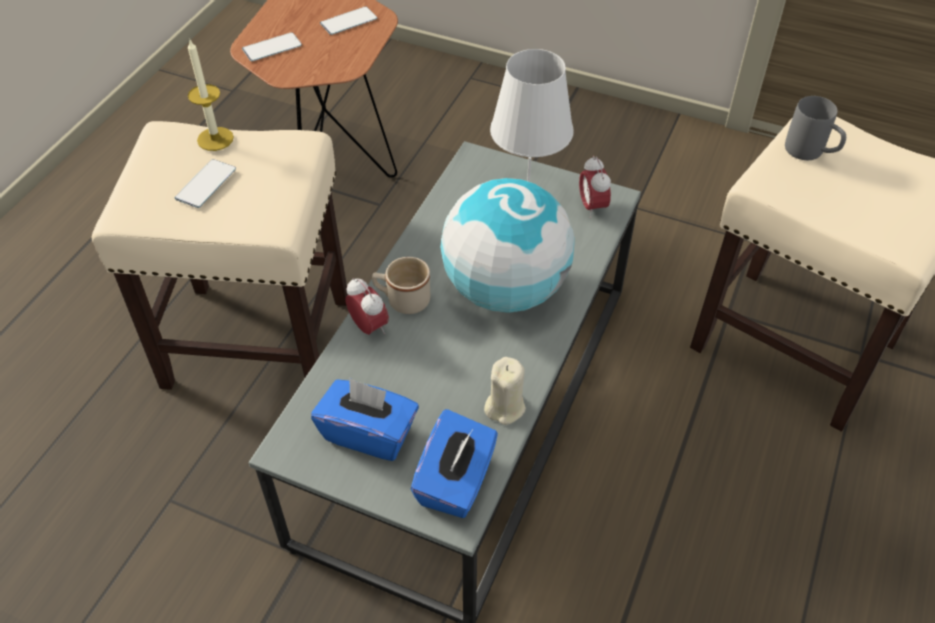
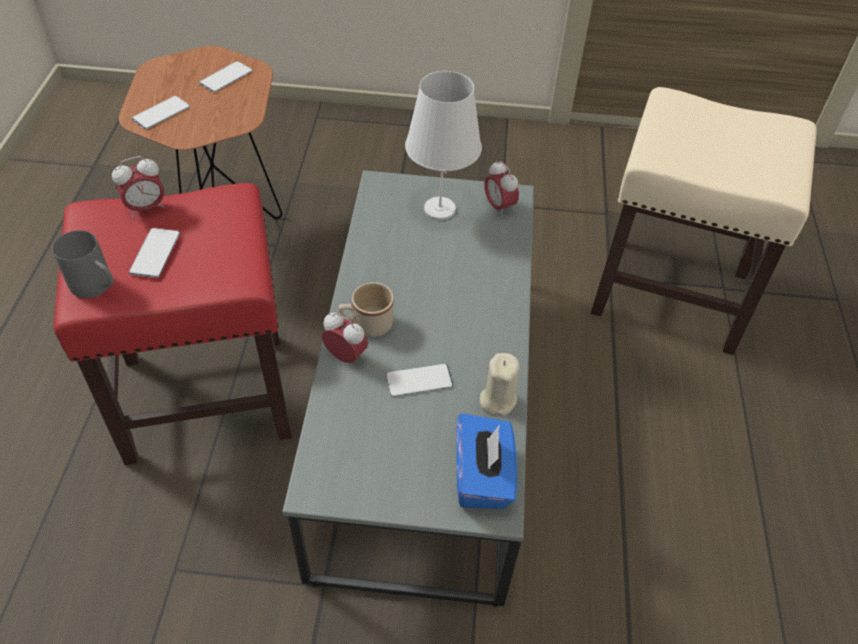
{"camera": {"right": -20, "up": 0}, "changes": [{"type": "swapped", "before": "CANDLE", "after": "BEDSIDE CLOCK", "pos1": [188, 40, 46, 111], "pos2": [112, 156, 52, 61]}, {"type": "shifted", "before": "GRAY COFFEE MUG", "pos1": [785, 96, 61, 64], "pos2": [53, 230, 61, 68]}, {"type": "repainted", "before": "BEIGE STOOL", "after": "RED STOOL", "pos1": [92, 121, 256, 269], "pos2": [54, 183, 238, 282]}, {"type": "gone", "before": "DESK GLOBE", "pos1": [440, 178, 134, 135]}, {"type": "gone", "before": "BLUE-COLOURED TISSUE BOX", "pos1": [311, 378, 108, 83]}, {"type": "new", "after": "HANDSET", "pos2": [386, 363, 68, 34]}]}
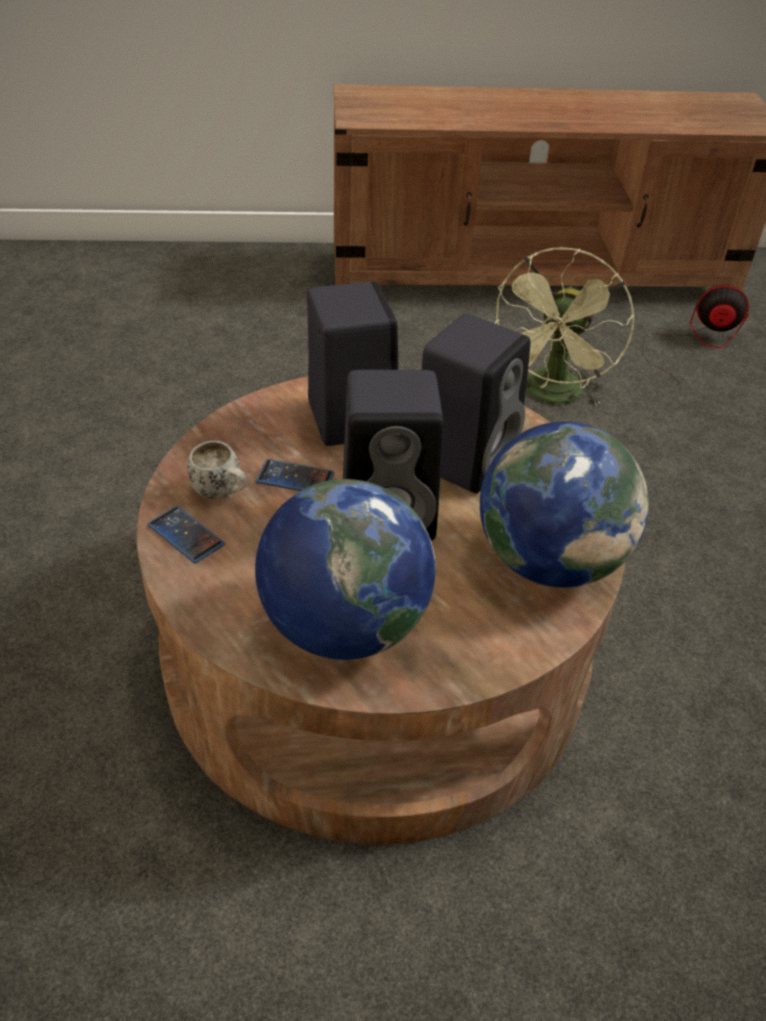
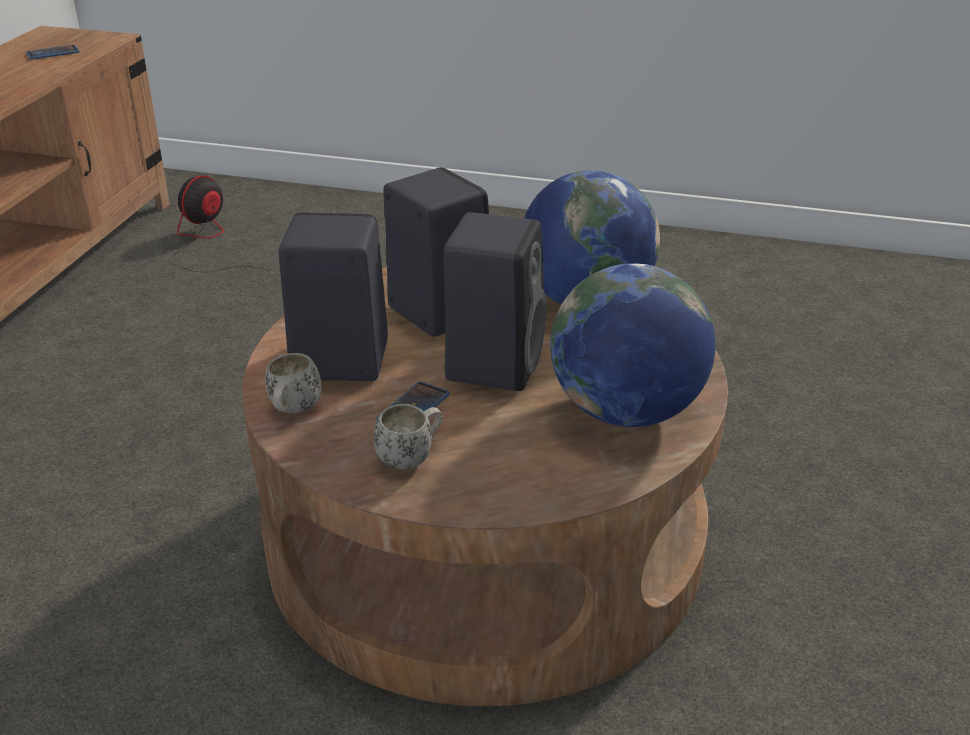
{"camera": {"right": -70, "up": -10}, "changes": [{"type": "gone", "before": "GREEN FAN", "pos1": [495, 247, 140, 159]}, {"type": "shifted", "before": "HANDSET", "pos1": [147, 506, 78, 58], "pos2": [26, 45, 54, 15]}, {"type": "new", "after": "WHITE COFFEE MUG", "pos2": [265, 353, 57, 60]}]}
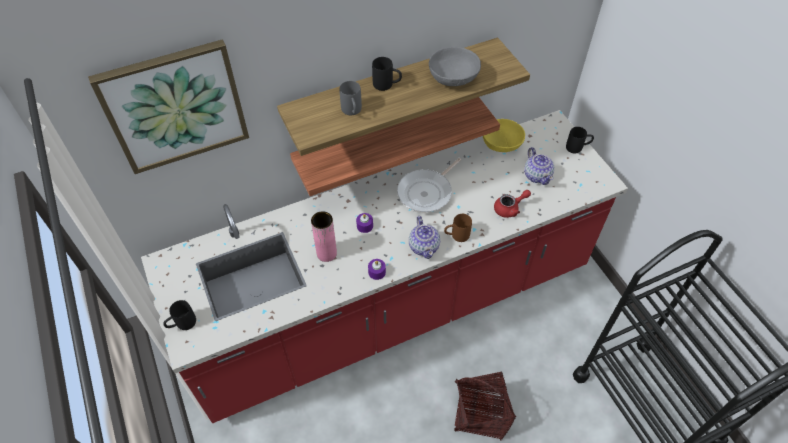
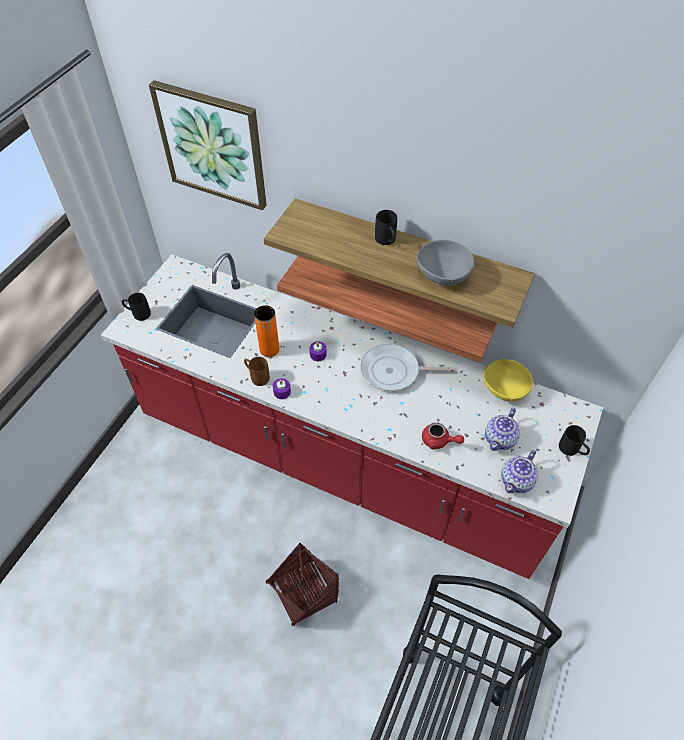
{"camera": {"right": 50, "up": 0}, "changes": [{"type": "gone", "before": "GRAY COFFEE MUG", "pos1": [339, 81, 23, 34]}, {"type": "repainted", "before": "PINK FLOWER VASE", "after": "ORANGE-COLOURED FLOWER VASE", "pos1": [311, 211, 26, 51], "pos2": [254, 305, 25, 52]}, {"type": "shifted", "before": "BROWN-COLOURED COFFEE MUG", "pos1": [444, 214, 28, 28], "pos2": [244, 357, 26, 29]}, {"type": "shifted", "before": "TEA POT", "pos1": [409, 216, 31, 43], "pos2": [501, 450, 37, 43]}]}
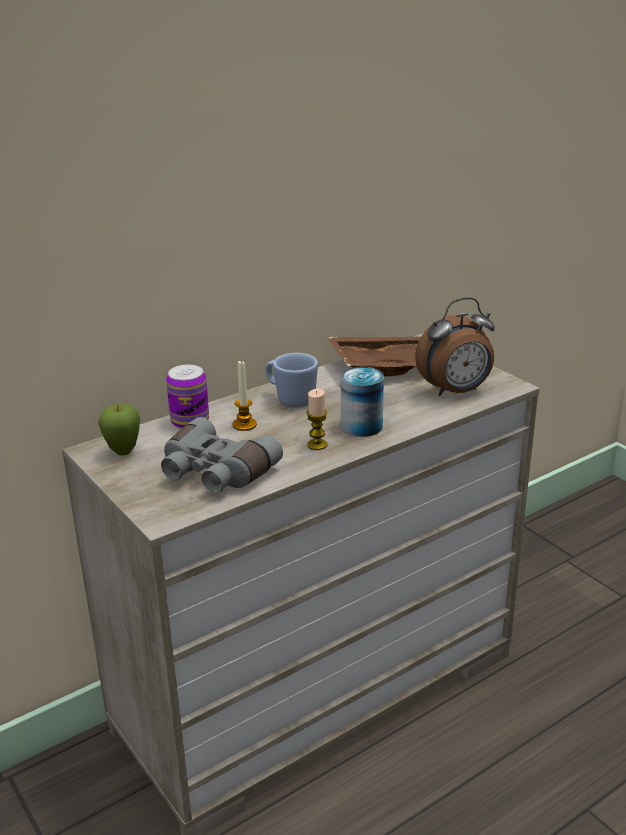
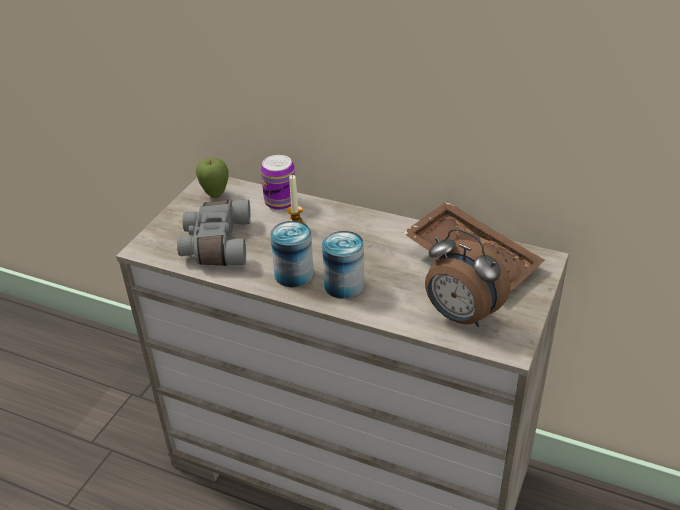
{"camera": {"right": 60, "up": 10}, "changes": [{"type": "gone", "before": "BLUE-COLOURED COFFEE MUG", "pos1": [266, 353, 52, 55]}, {"type": "swapped", "before": "CANDLE", "after": "METAL CAN", "pos1": [307, 389, 20, 61], "pos2": [270, 221, 44, 66]}]}
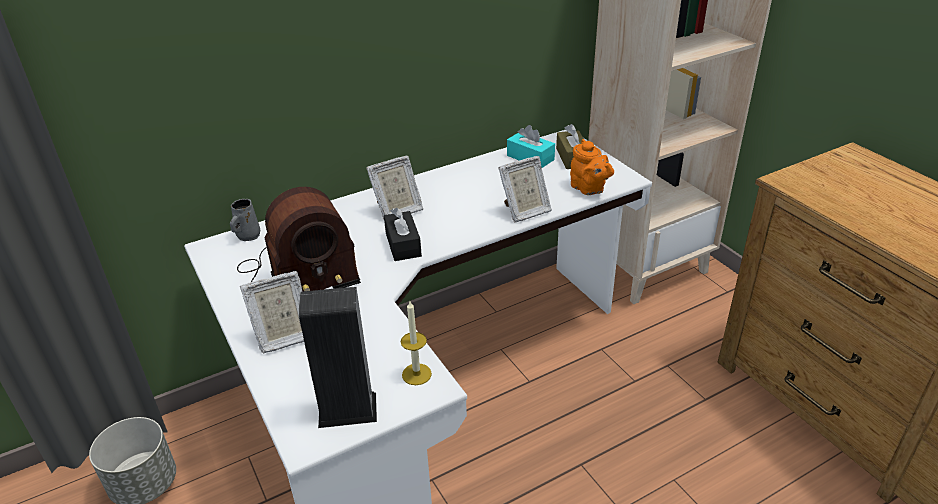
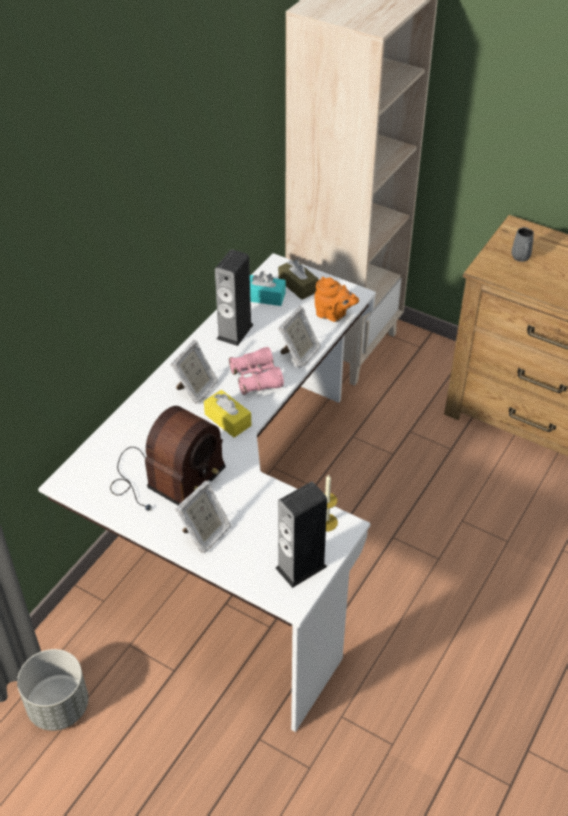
{"camera": {"right": -30, "up": 10}, "changes": [{"type": "shifted", "before": "GRAY COFFEE MUG", "pos1": [230, 199, 30, 42], "pos2": [512, 227, 22, 35]}, {"type": "repainted", "before": "BLACK TISSUE BOX", "after": "YELLOW TISSUE BOX", "pos1": [384, 208, 38, 53], "pos2": [204, 390, 47, 48]}, {"type": "new", "after": "SPEAKER", "pos2": [215, 249, 38, 97]}, {"type": "new", "after": "PINK FIELD GLASSES", "pos2": [229, 347, 55, 48]}]}
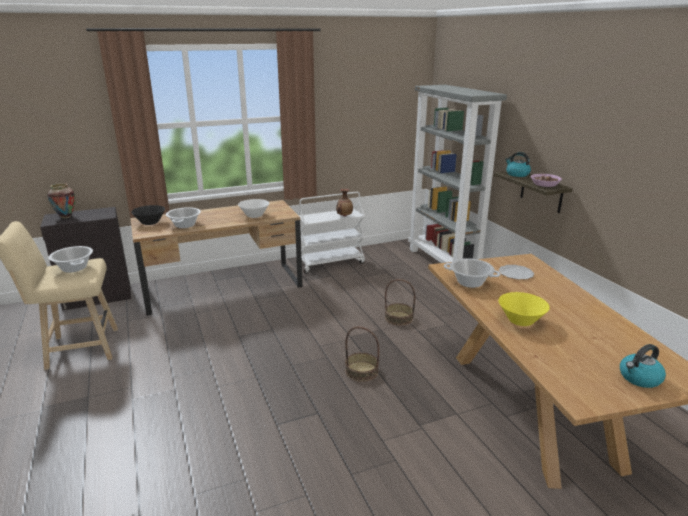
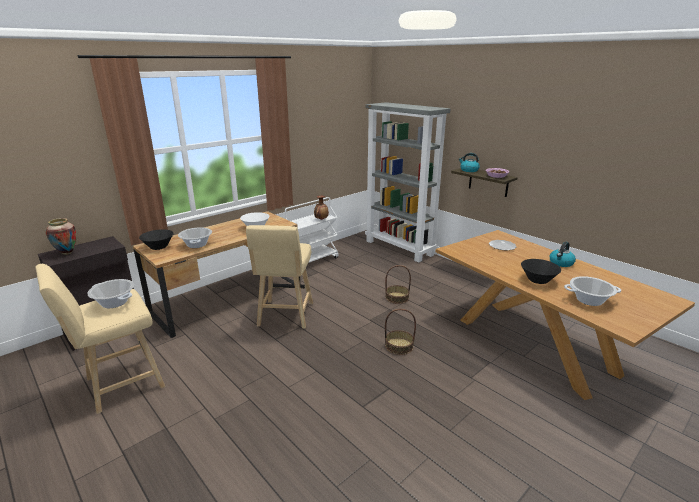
{"camera": {"right": -20, "up": 0}, "changes": [{"type": "shifted", "before": "STOCKPOT", "pos1": [444, 258, 57, 30], "pos2": [564, 276, 57, 30]}, {"type": "repainted", "before": "YELLOW DEEP DISH", "after": "BLACK DEEP DISH", "pos1": [498, 292, 52, 34], "pos2": [521, 259, 40, 25]}, {"type": "shifted", "before": "KETTLE", "pos1": [620, 344, 46, 44], "pos2": [549, 242, 27, 25]}, {"type": "new", "after": "BEIGE STOOL", "pos2": [246, 225, 67, 103]}]}
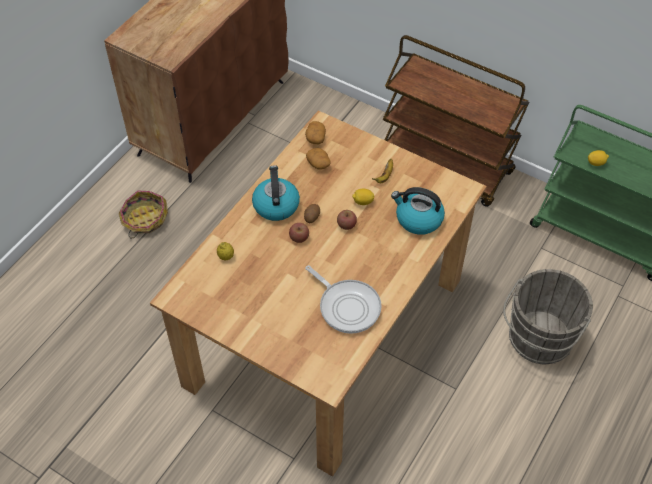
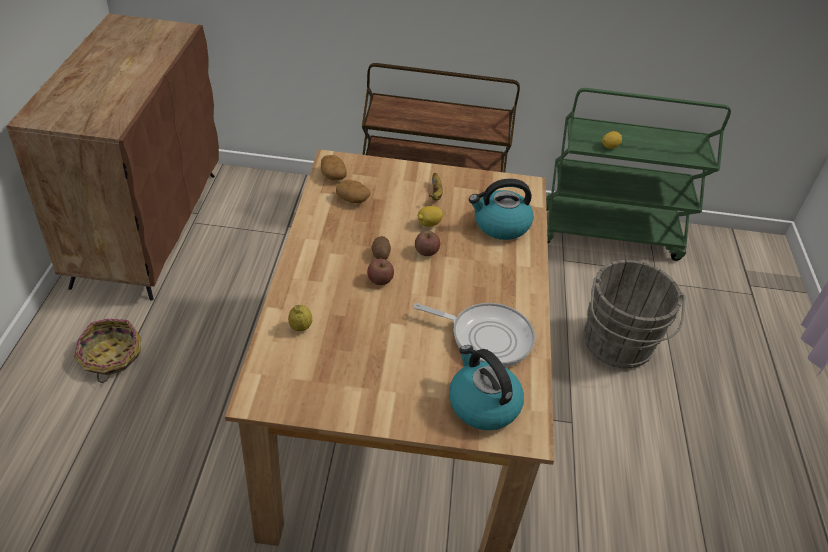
{"camera": {"right": -30, "up": -10}, "changes": [{"type": "shifted", "before": "KETTLE", "pos1": [252, 165, 48, 56], "pos2": [449, 345, 75, 85]}]}
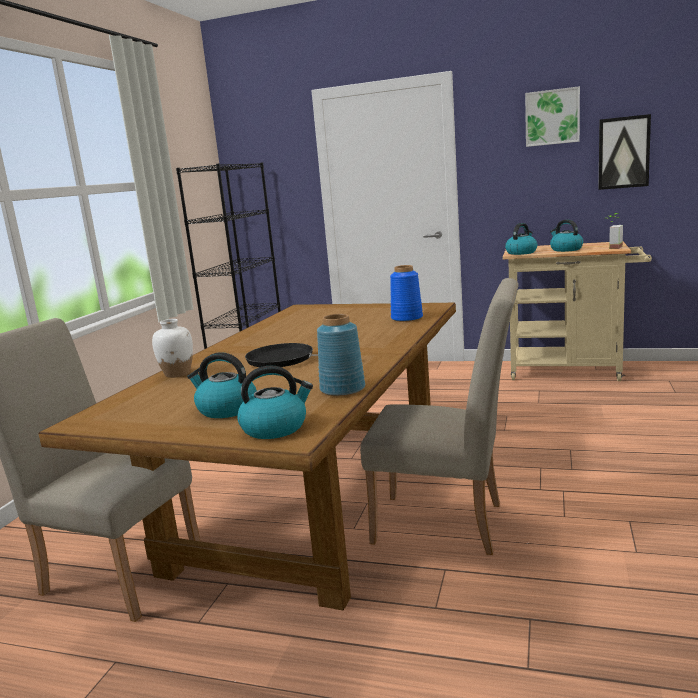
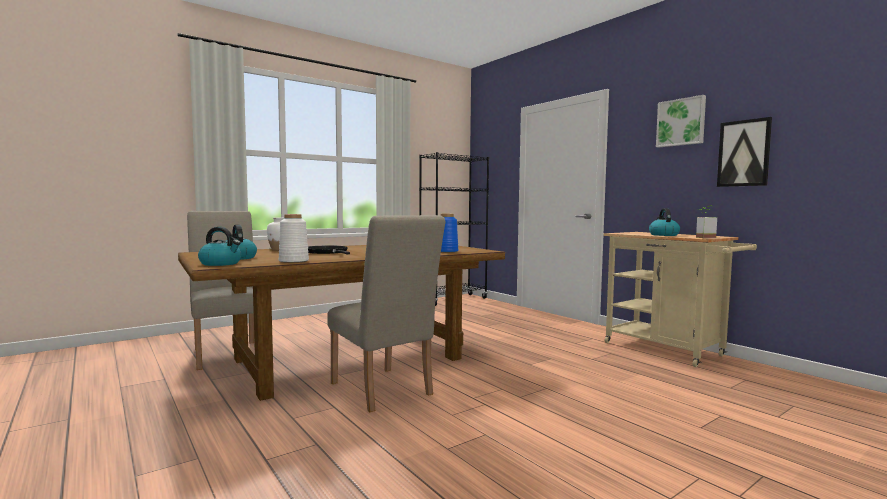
{"camera": {"right": 35, "up": -10}, "changes": [{"type": "gone", "before": "KETTLE", "pos1": [505, 223, 32, 32]}, {"type": "repainted", "before": "BLUE-COLOURED FLOWER VASE", "after": "WHITE FLOWER VASE", "pos1": [317, 314, 48, 82], "pos2": [279, 214, 30, 49]}]}
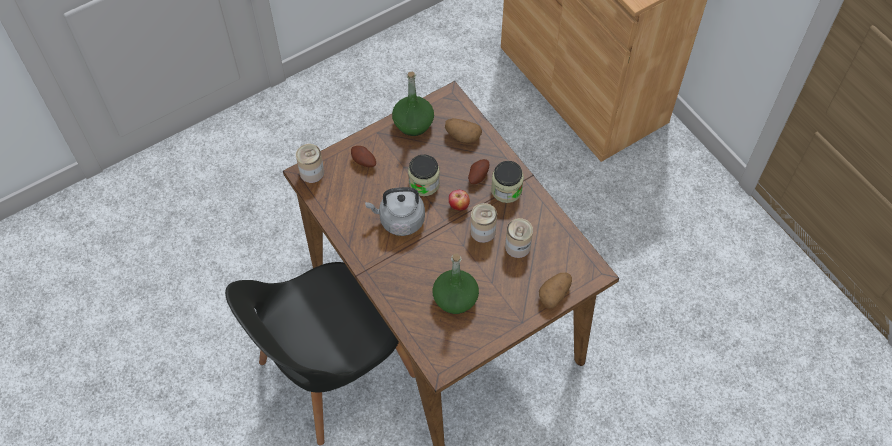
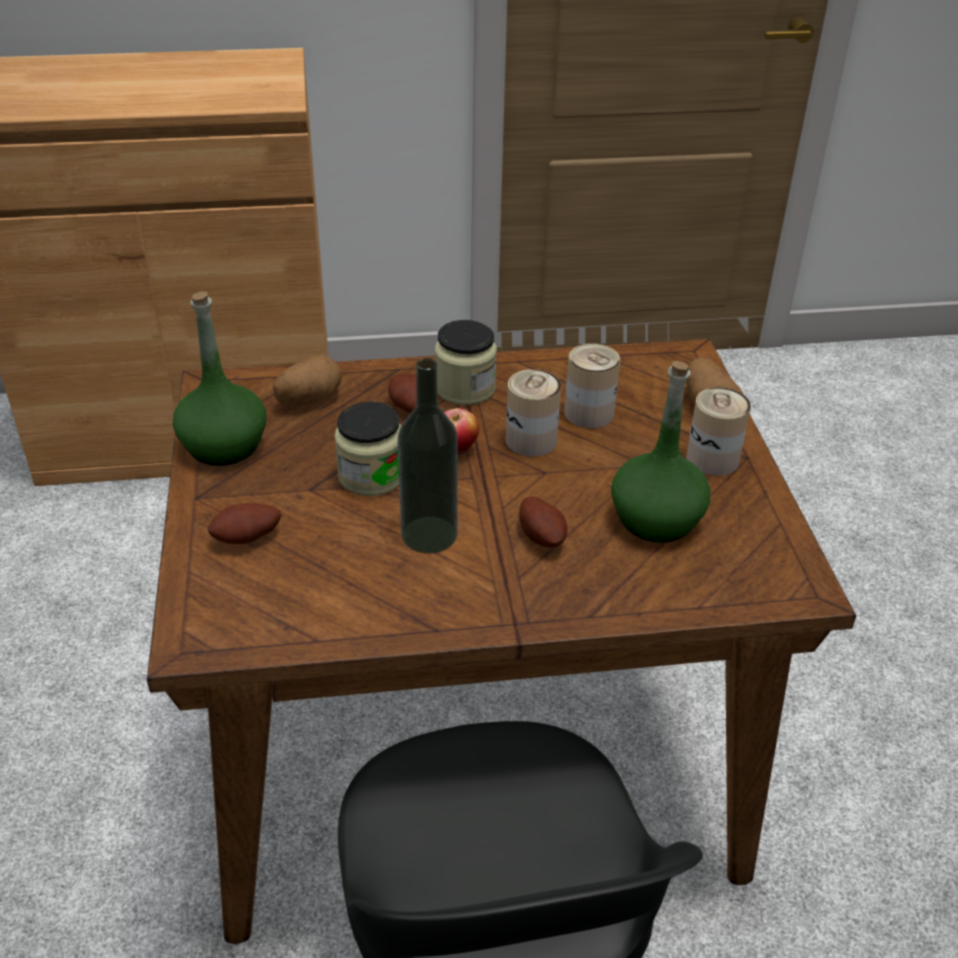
{"camera": {"right": -65, "up": -20}, "changes": [{"type": "shifted", "before": "METAL CAN", "pos1": [296, 144, 28, 39], "pos2": [686, 387, 65, 89]}, {"type": "swapped", "before": "GRAY KETTLE", "after": "BOTTLE", "pos1": [365, 187, 60, 49], "pos2": [398, 358, 60, 196]}, {"type": "new", "after": "POTATO", "pos2": [519, 496, 49, 52]}]}
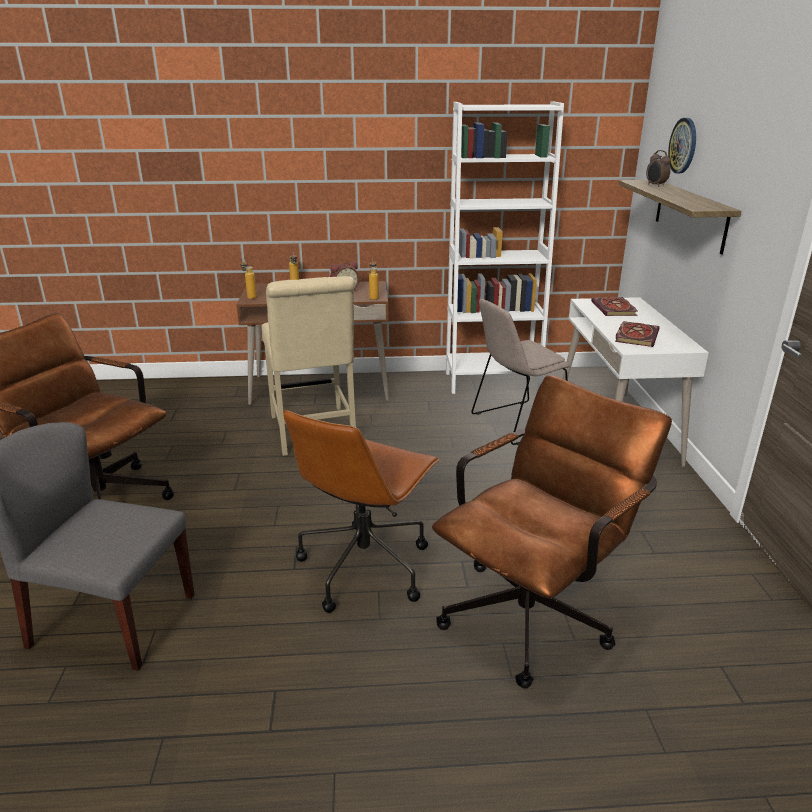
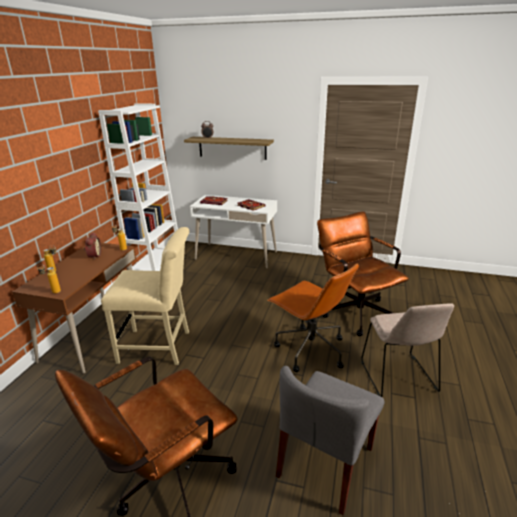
{"camera": {"right": -70, "up": 0}, "changes": [{"type": "gone", "before": "WALL CLOCK", "pos1": [668, 118, 28, 55]}, {"type": "shifted", "before": "BEIGE CHAIR", "pos1": [471, 299, 99, 146], "pos2": [361, 303, 93, 94]}]}
